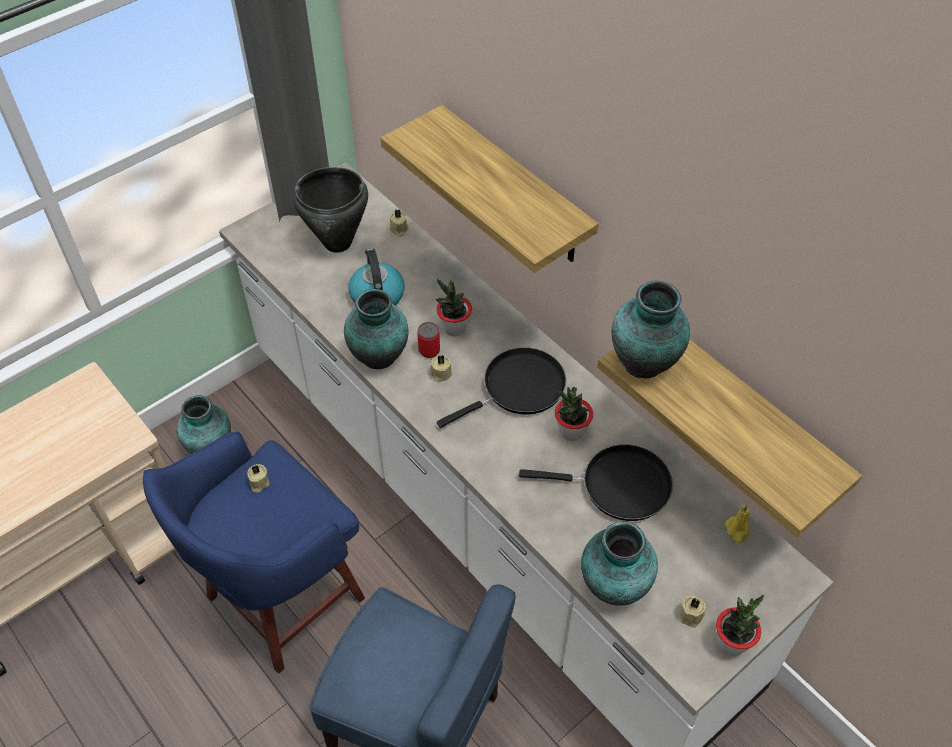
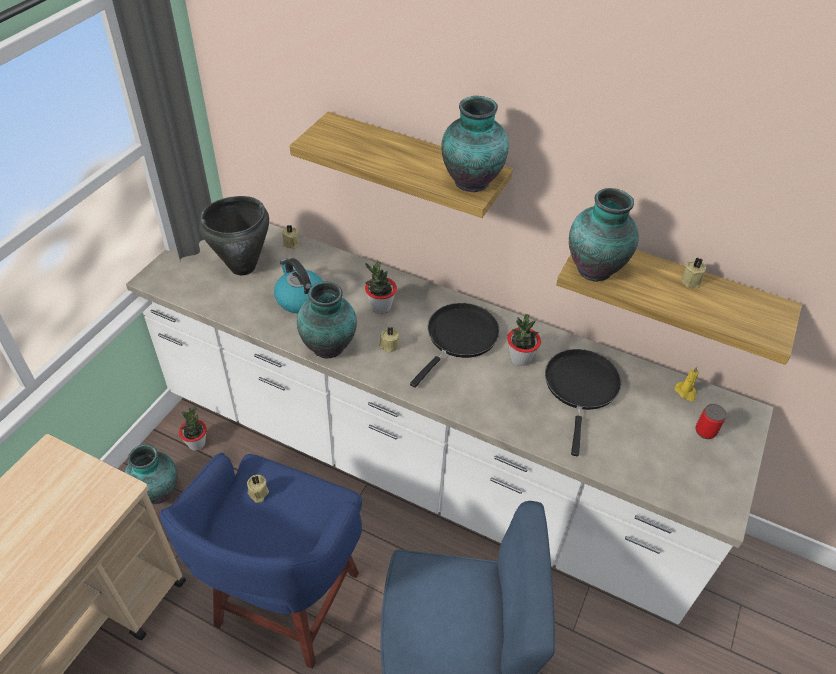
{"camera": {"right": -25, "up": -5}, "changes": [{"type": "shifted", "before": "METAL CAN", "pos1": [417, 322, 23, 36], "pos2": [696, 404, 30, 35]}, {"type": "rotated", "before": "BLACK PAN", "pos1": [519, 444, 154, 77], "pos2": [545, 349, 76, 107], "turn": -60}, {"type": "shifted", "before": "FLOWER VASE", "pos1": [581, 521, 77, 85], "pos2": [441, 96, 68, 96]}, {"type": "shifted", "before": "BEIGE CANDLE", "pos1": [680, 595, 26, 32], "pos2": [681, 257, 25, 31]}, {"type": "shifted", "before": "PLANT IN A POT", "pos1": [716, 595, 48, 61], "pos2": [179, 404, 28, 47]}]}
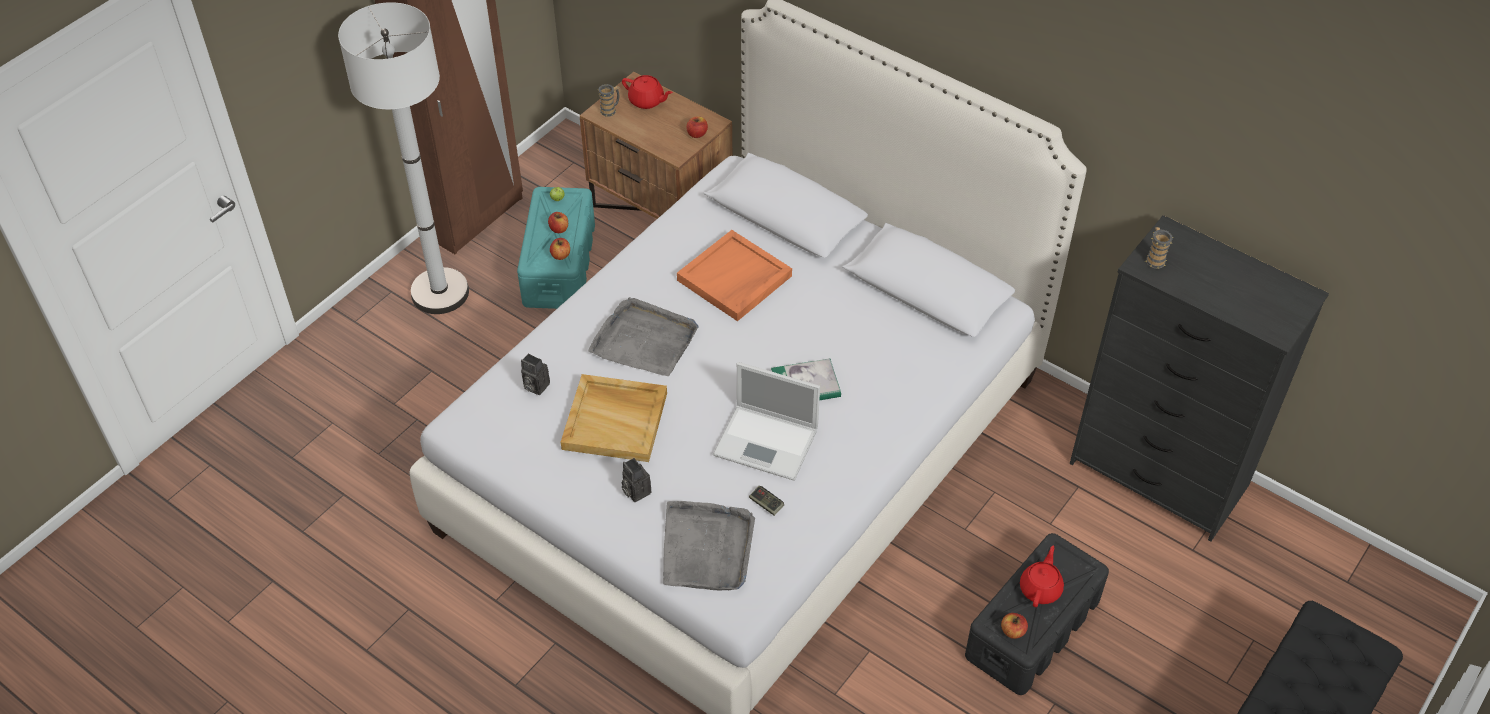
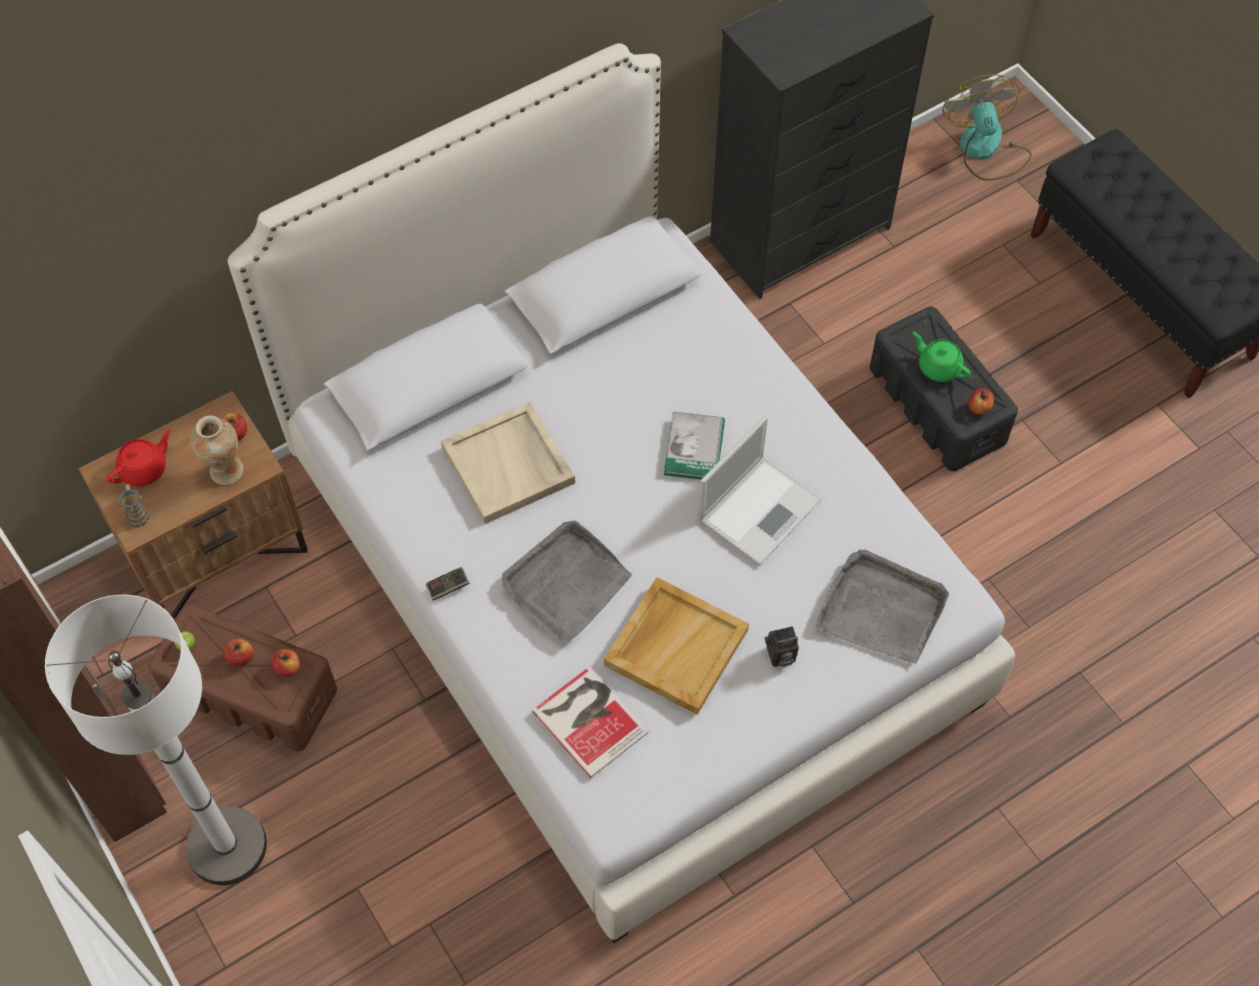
{"camera": {"right": -70, "up": 10}, "changes": [{"type": "repainted", "before": "TURQUOISE-COLOURED STORAGE BOX", "after": "BROWN-COLOURED STORAGE BOX", "pos1": [517, 187, 78, 122], "pos2": [148, 604, 189, 147]}, {"type": "gone", "before": "COFFEE MUG", "pos1": [1145, 227, 29, 42]}, {"type": "repainted", "before": "ORANGE-COLOURED SERVING TRAY", "after": "BEIGE SERVING TRAY", "pos1": [677, 230, 115, 91], "pos2": [441, 402, 134, 122]}, {"type": "swapped", "before": "STILL CAMERA", "after": "VOLUME", "pos1": [521, 353, 29, 42], "pos2": [532, 667, 116, 111]}, {"type": "shifted", "before": "JOYPAD", "pos1": [749, 486, 35, 30], "pos2": [426, 568, 44, 33]}, {"type": "repainted", "before": "RED TEA POT", "after": "GREEN TEA POT", "pos1": [1020, 546, 44, 61], "pos2": [913, 332, 58, 50]}, {"type": "new", "after": "FAN", "pos2": [942, 74, 90, 107]}, {"type": "new", "after": "FLOWER VASE", "pos2": [190, 415, 53, 70]}]}
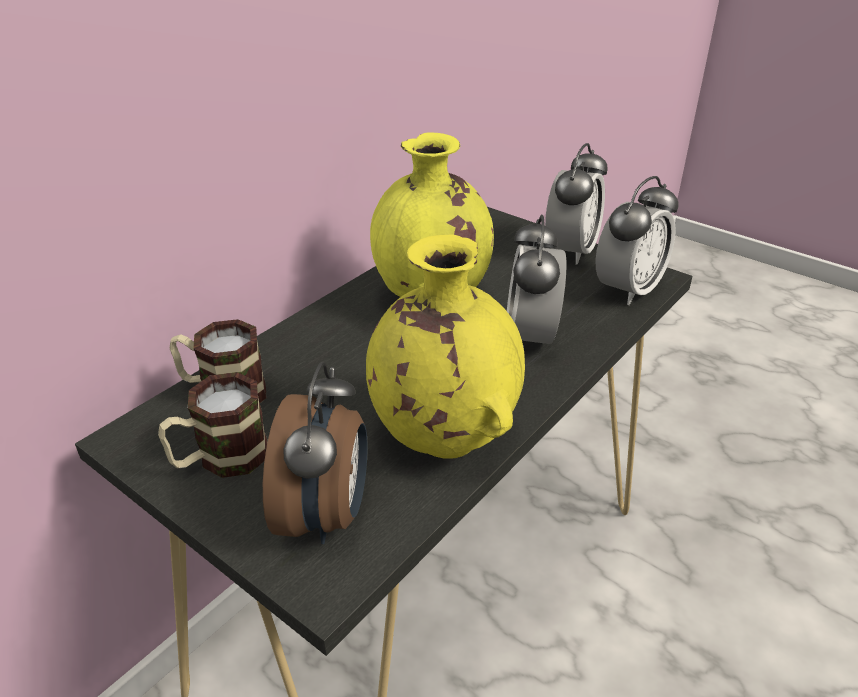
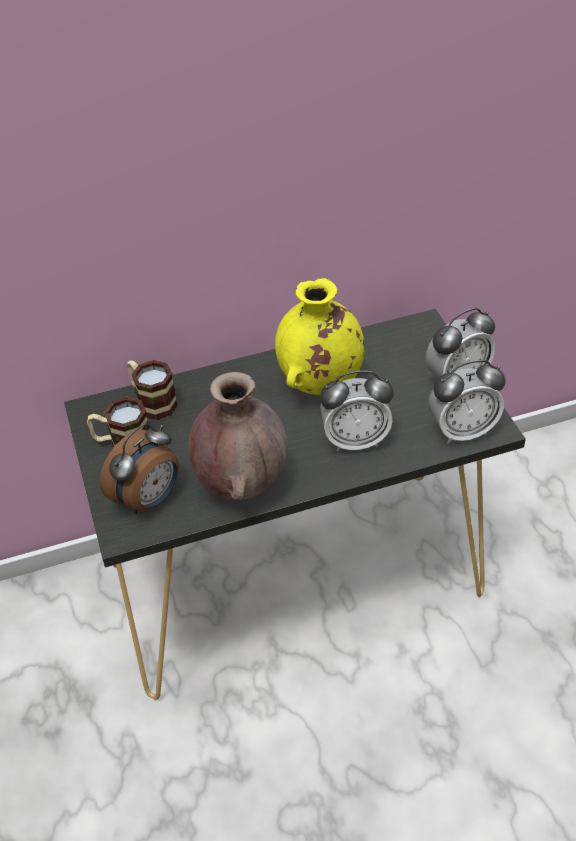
{"camera": {"right": 35, "up": 10}, "changes": [{"type": "rotated", "before": "BEDSIDE CLOCK", "pos1": [507, 215, 60, 129], "pos2": [320, 371, 74, 80], "turn": -135}, {"type": "repainted", "before": "YELLOW FLOWER VASE", "after": "BROWN-COLOURED FLOWER VASE", "pos1": [366, 234, 159, 225], "pos2": [188, 372, 99, 128]}]}
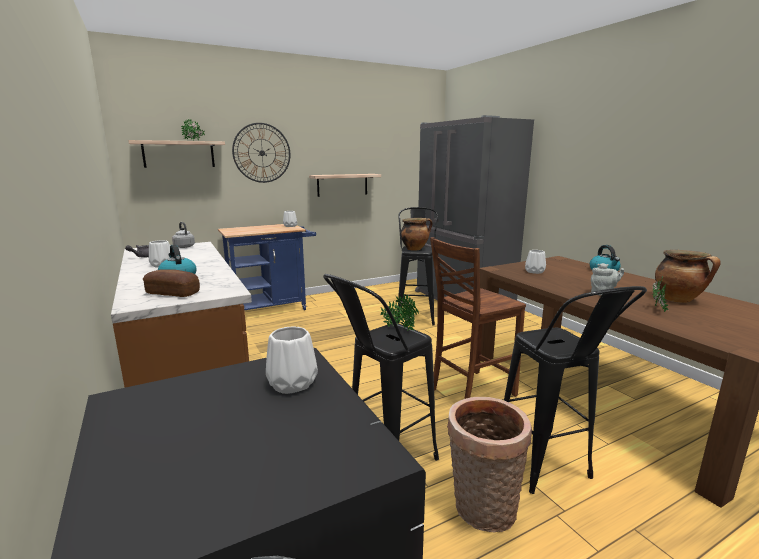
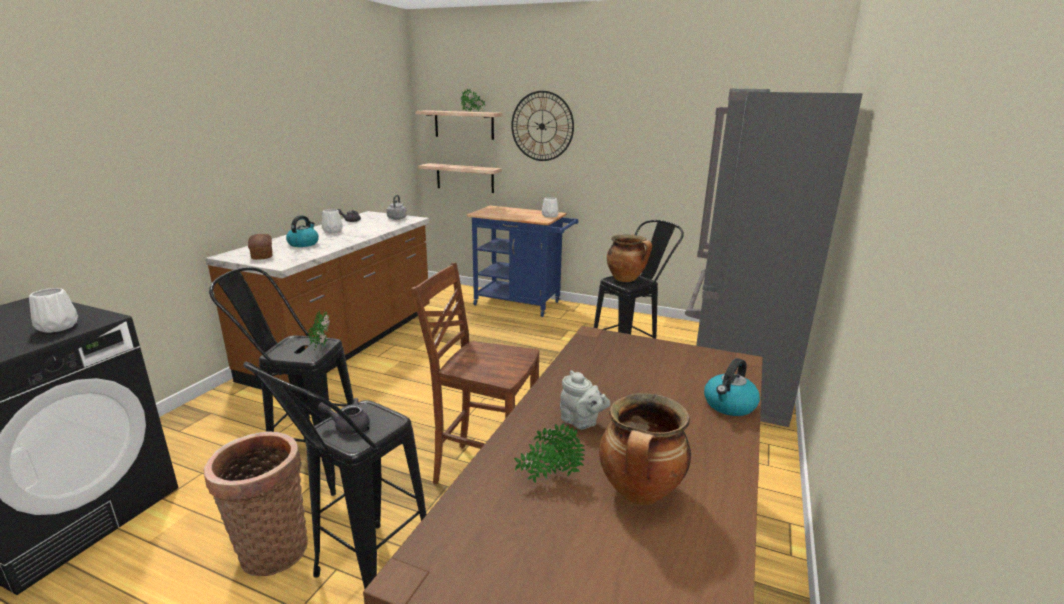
{"camera": {"right": 50, "up": 5}, "changes": [{"type": "shifted", "before": "SHELF", "pos1": [309, 174, 72, 23], "pos2": [418, 163, 84, 30]}, {"type": "gone", "before": "WHITE FLOWER VASE", "pos1": [525, 250, 21, 24]}, {"type": "new", "after": "GRAY TEA POT", "pos2": [318, 398, 52, 36]}]}
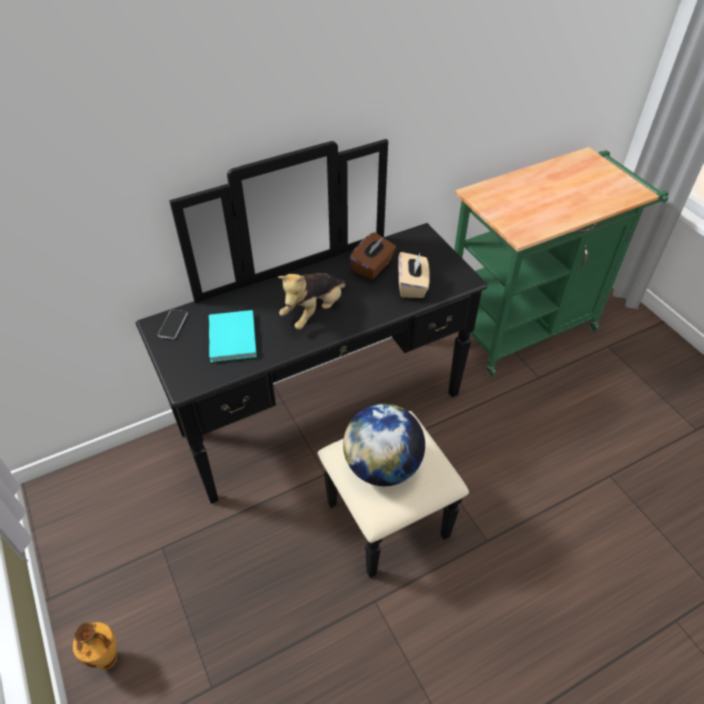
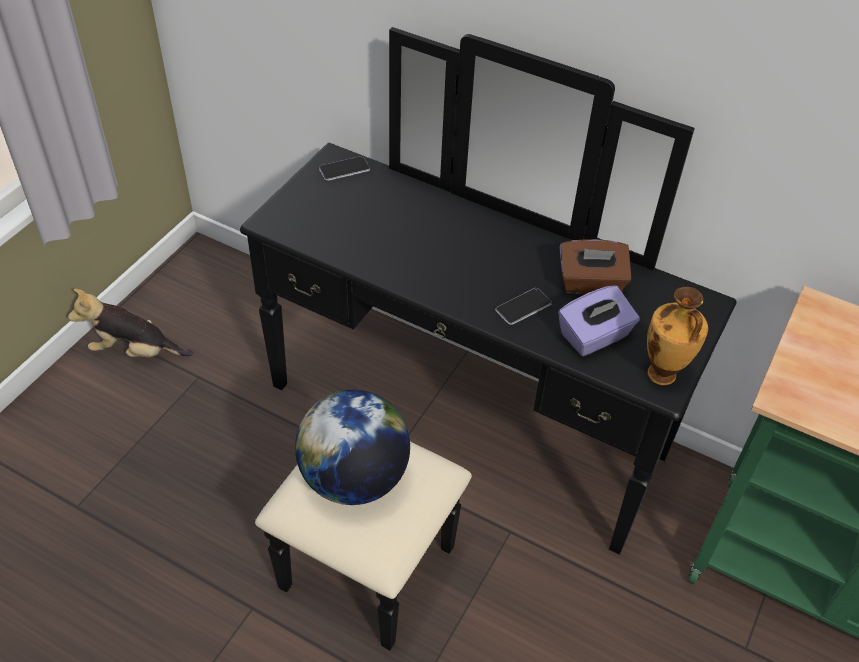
{"camera": {"right": 55, "up": 0}, "changes": [{"type": "repainted", "before": "BEIGE TISSUE BOX", "after": "PURPLE-COLOURED TISSUE BOX", "pos1": [399, 252, 31, 46], "pos2": [558, 285, 82, 71]}, {"type": "shifted", "before": "PLUSH TOY", "pos1": [278, 273, 68, 57], "pos2": [68, 289, 125, 68]}, {"type": "gone", "before": "TURQUOISE-COLOURED VOLUME", "pos1": [209, 310, 48, 53]}, {"type": "shifted", "before": "FLOWER VASE", "pos1": [73, 622, 44, 48], "pos2": [647, 287, 61, 98]}, {"type": "new", "after": "HANDSET", "pos2": [495, 288, 57, 37]}]}
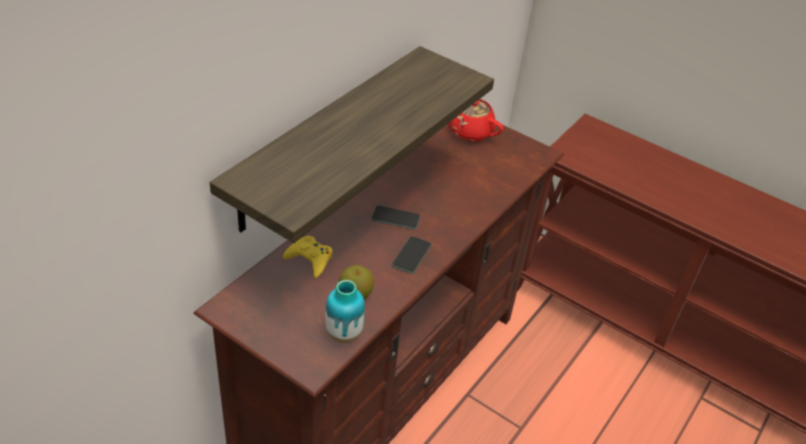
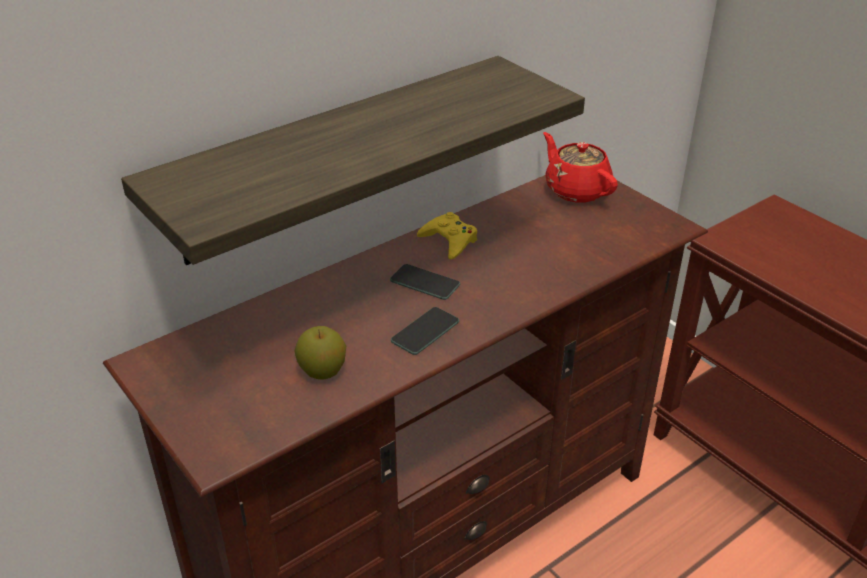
{"camera": {"right": 20, "up": -5}, "changes": [{"type": "shifted", "before": "YELLOW JOYPAD", "pos1": [283, 235, 50, 43], "pos2": [417, 212, 60, 48]}, {"type": "gone", "before": "FLOWER VASE", "pos1": [325, 280, 40, 63]}]}
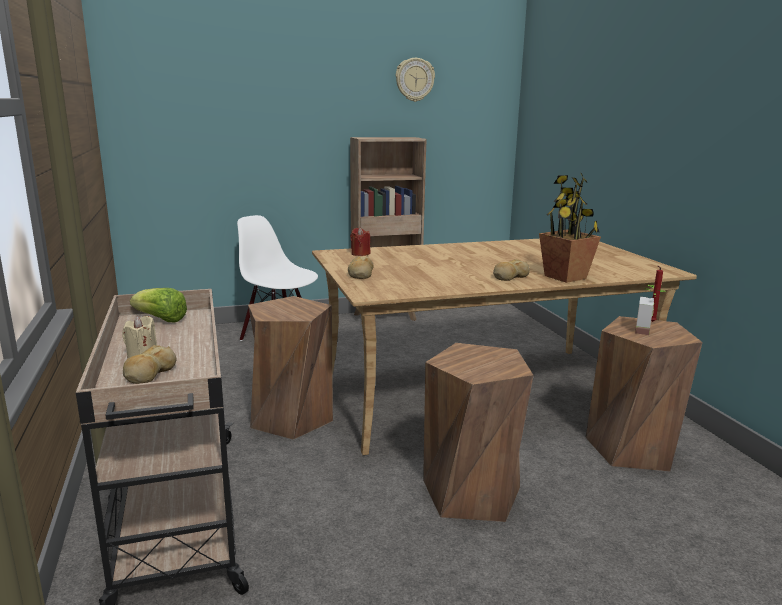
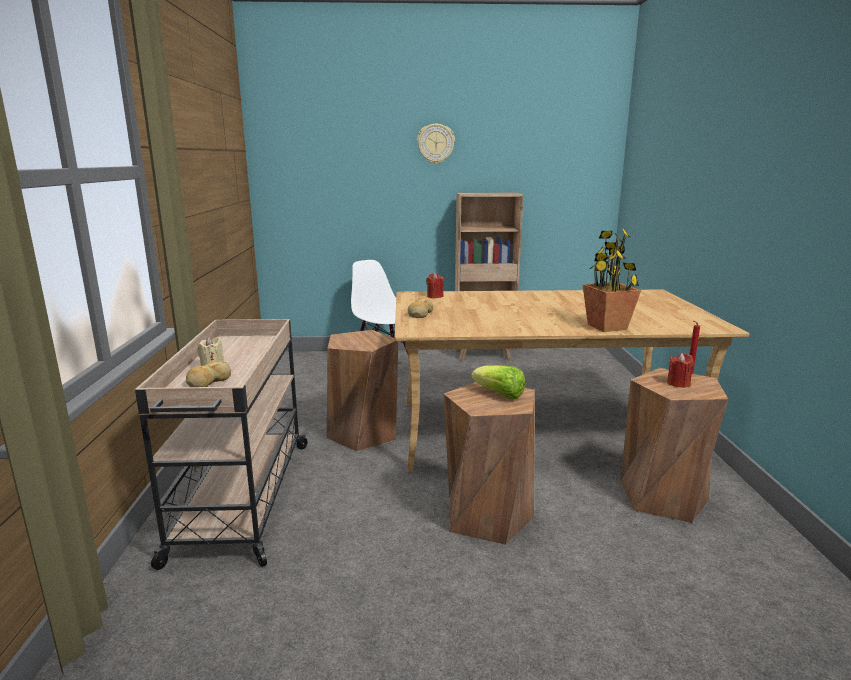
{"camera": {"right": 15, "up": 0}, "changes": [{"type": "shifted", "before": "WALL CLOCK", "pos1": [396, 58, 39, 44], "pos2": [417, 124, 38, 40]}, {"type": "gone", "before": "BAKERY BREAD", "pos1": [493, 259, 37, 22]}, {"type": "swapped", "before": "PLANT IN A POT", "after": "RED CANDLE", "pos1": [635, 285, 32, 50], "pos2": [667, 353, 27, 35]}, {"type": "shifted", "before": "HEAD OF LETTUCE", "pos1": [130, 288, 57, 34], "pos2": [471, 365, 54, 34]}]}
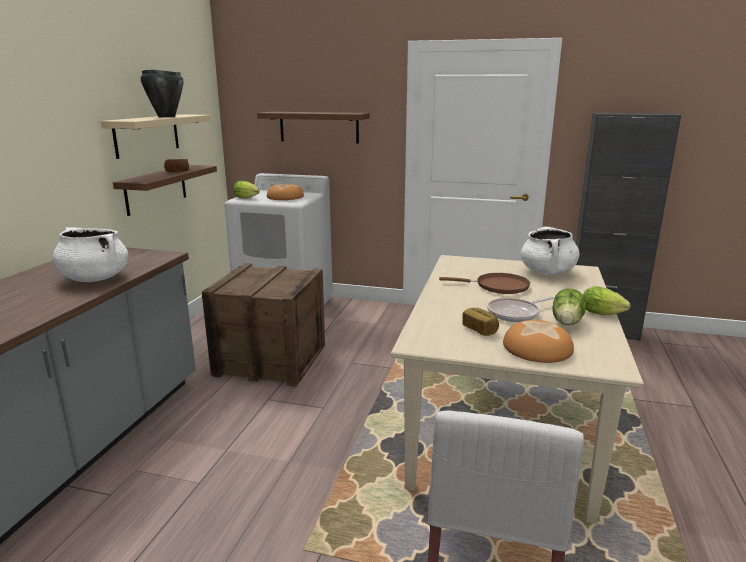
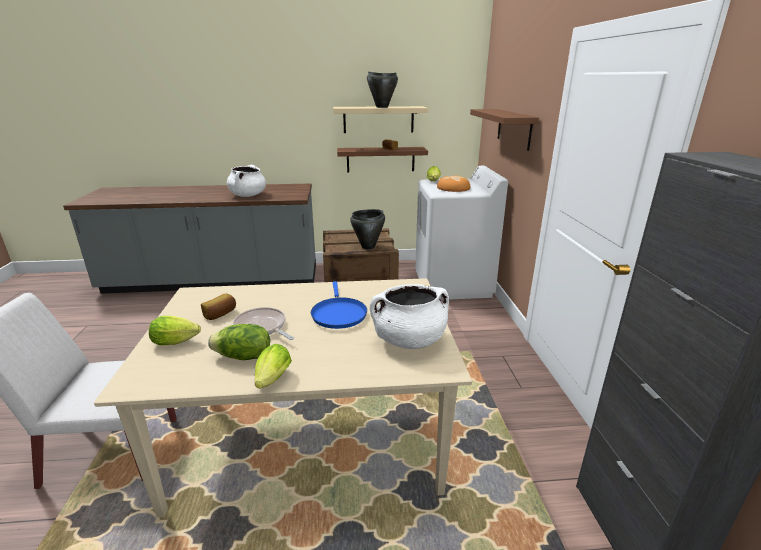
{"camera": {"right": 70, "up": 5}, "changes": [{"type": "repainted", "before": "BROWN-COLOURED PAN", "after": "BLUE-COLOURED PAN", "pos1": [439, 273, 91, 21], "pos2": [311, 281, 56, 48]}, {"type": "swapped", "before": "BAKERY BREAD", "after": "HEAD OF LETTUCE", "pos1": [503, 320, 71, 43], "pos2": [149, 316, 52, 29]}, {"type": "new", "after": "BLACK STOCKPOT", "pos2": [350, 209, 35, 40]}]}
